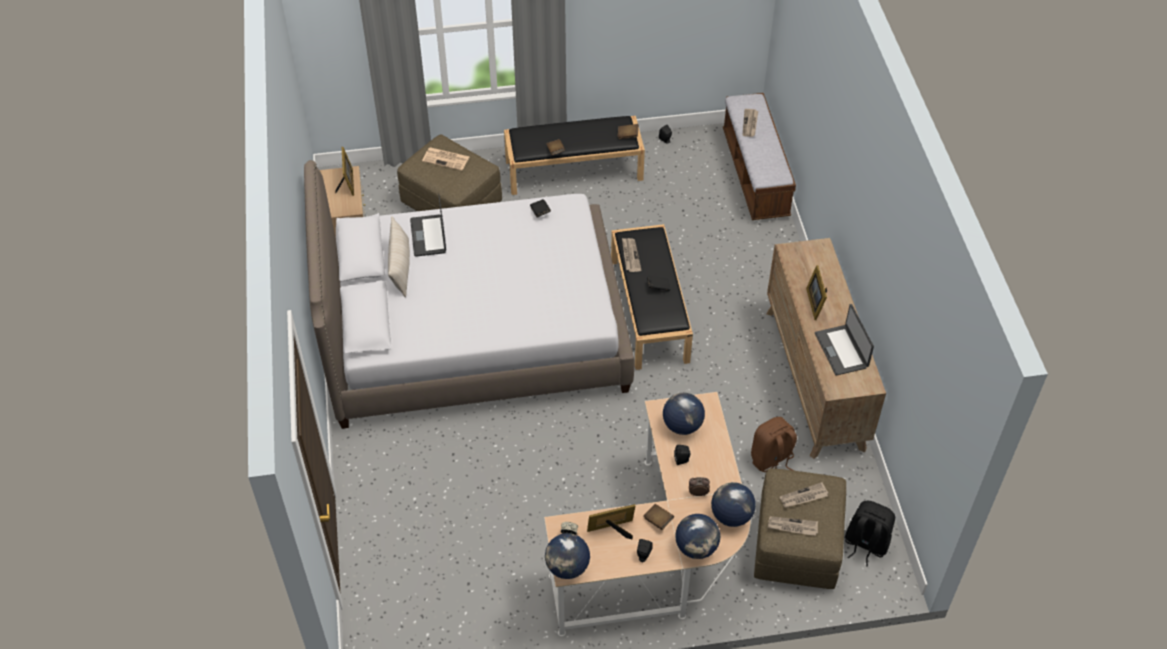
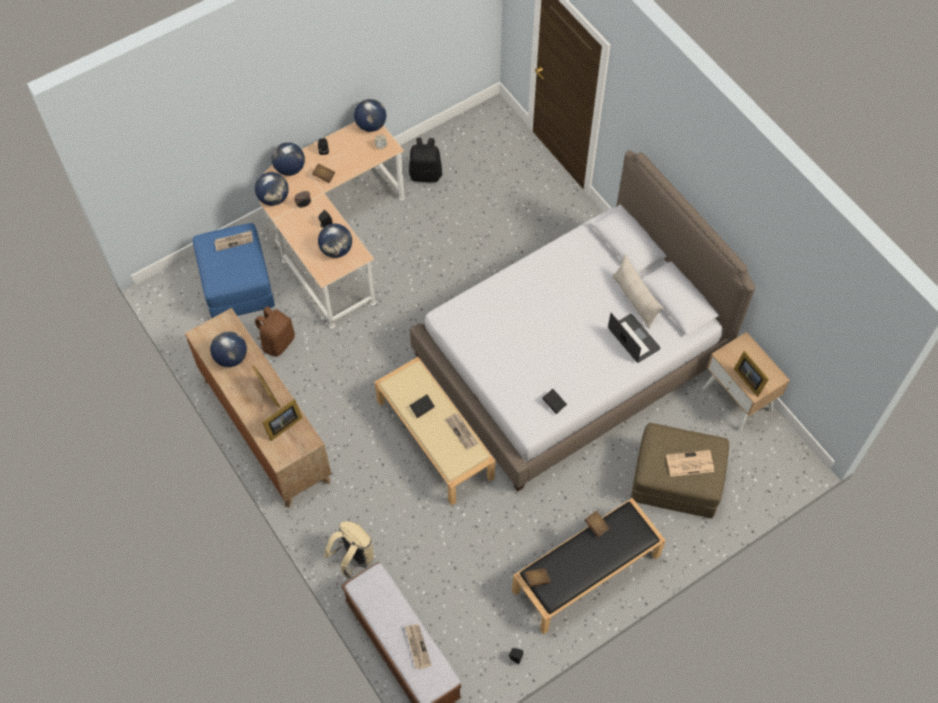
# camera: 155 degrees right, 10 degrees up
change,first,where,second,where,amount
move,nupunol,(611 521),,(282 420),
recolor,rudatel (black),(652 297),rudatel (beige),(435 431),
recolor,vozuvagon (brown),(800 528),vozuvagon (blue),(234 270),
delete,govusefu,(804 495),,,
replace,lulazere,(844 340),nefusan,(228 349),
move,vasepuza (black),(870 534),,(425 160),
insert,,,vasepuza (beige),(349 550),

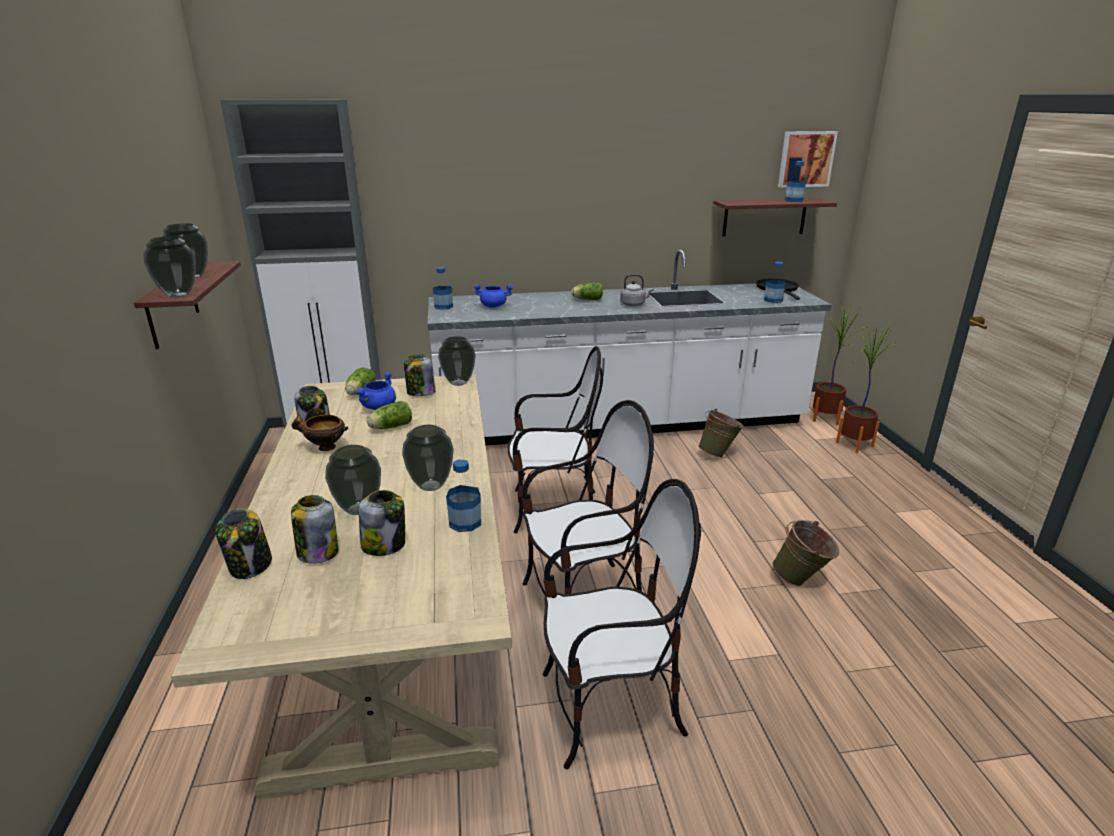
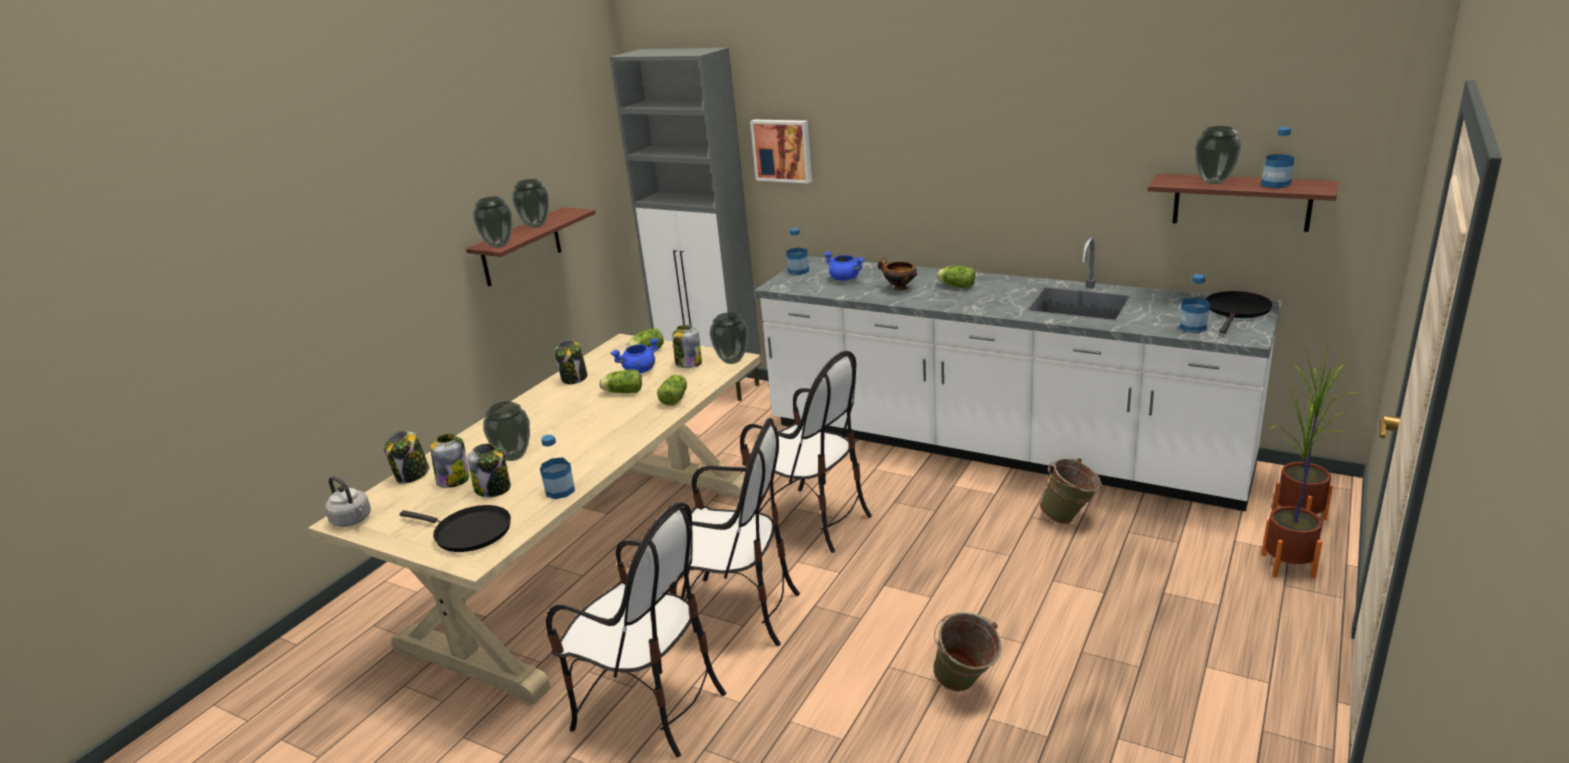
# camera: 40 degrees right, 0 degrees up
change,first,where,second,where,amount
move,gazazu,(320 432),,(897 274),
move,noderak,(428 458),,(1218 155),
move,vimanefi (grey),(637 290),,(348 501),
move,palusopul,(808 159),,(781 151),
insert,,,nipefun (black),(455 528),
insert,,,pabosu,(672 390),

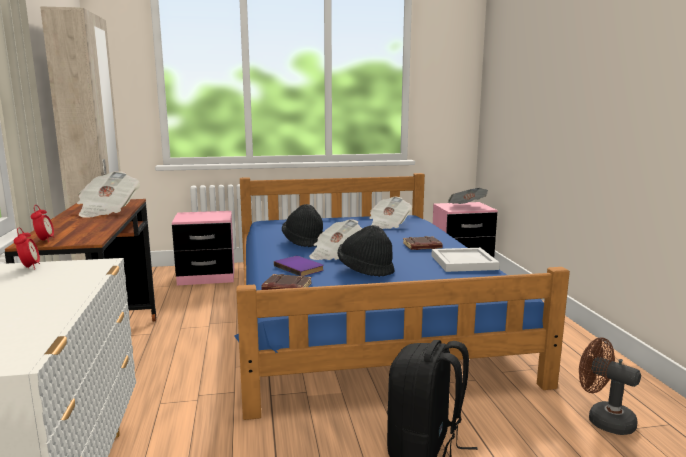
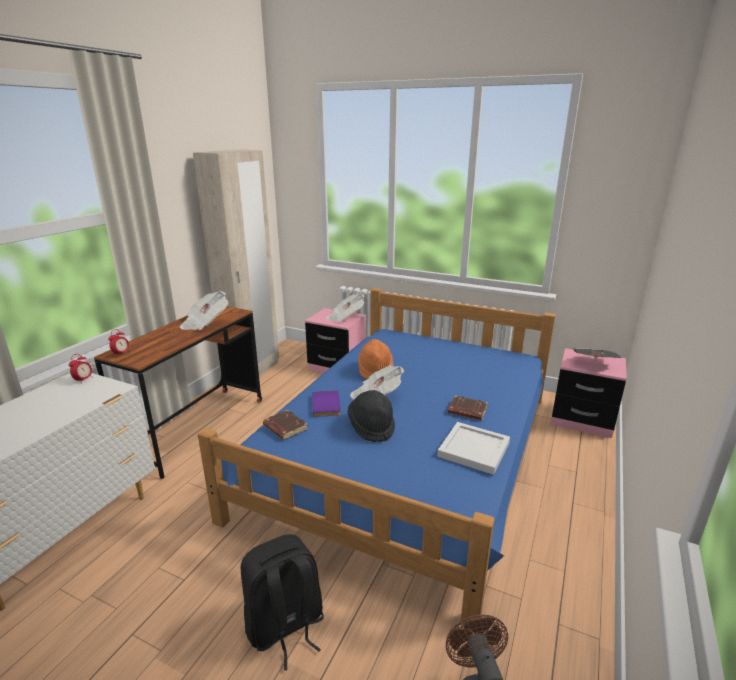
# camera: 35 degrees right, 10 degrees up
change,first,where,second,where,amount
recolor,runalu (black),(302 225),runalu (orange),(375 359),
move,govusefu,(390 213),,(345 308),

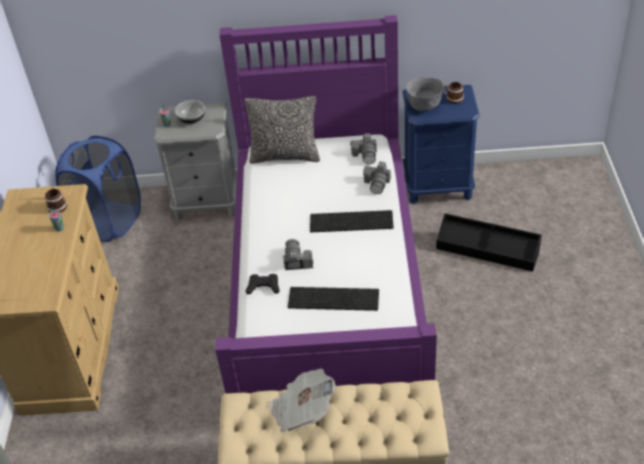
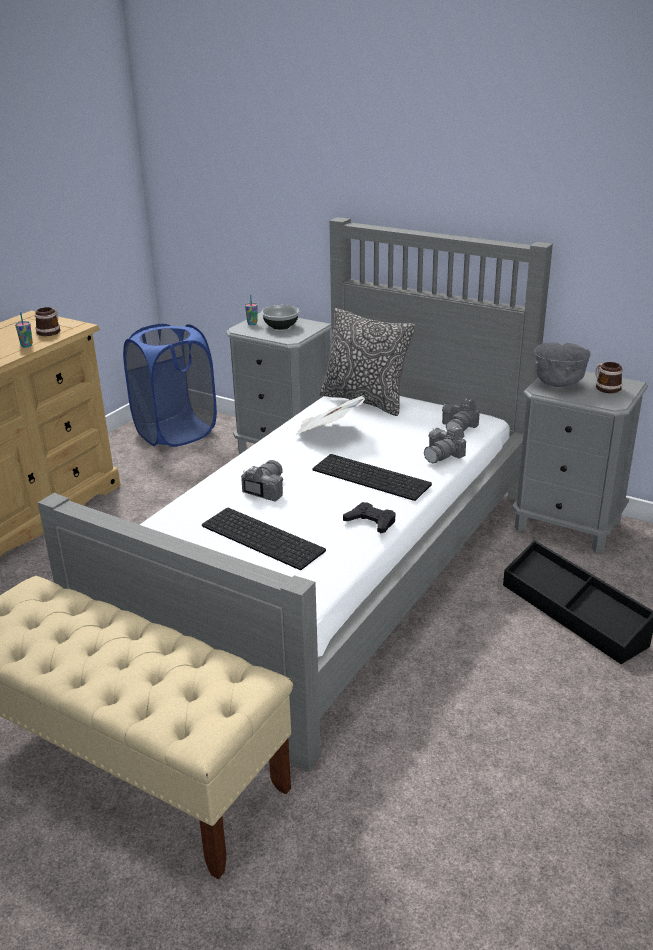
# camera: 30 degrees right, 15 degrees down
change,first,where,second,where,amount
recolor,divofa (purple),(326 204),divofa (grey),(295 494),
move,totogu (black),(263 284),,(369 517),
move,govusefu,(302 401),,(330 415),
recolor,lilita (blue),(441 144),lilita (grey),(580 462),

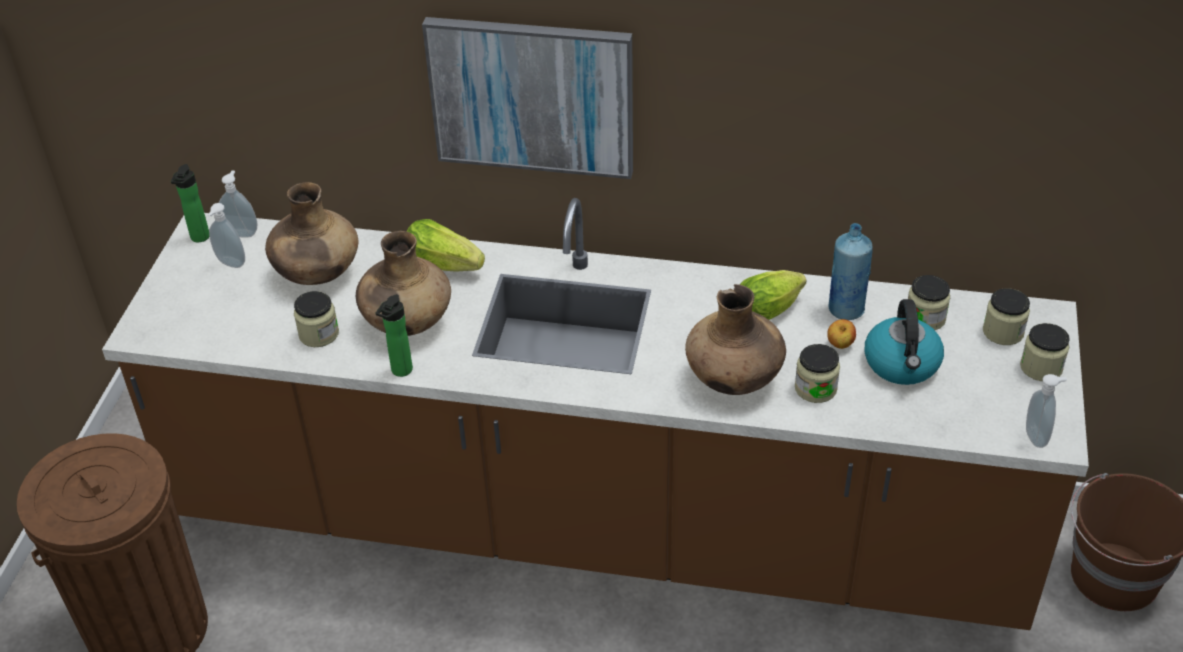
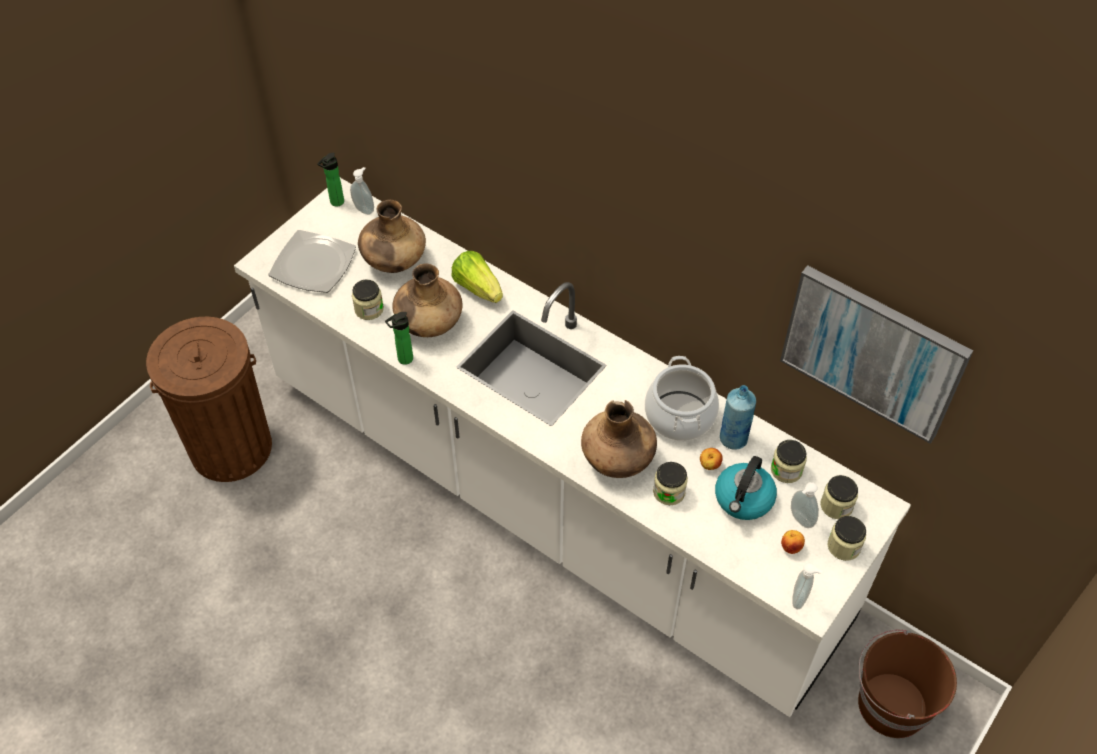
# camera: 25 degrees right, 10 degrees up
change,first,where,second,where,amount
recolor,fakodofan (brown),(595 414),fakodofan (white),(572 447),
move,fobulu,(226 235),,(805 505),
move,palusopul,(527 98),,(876 354),
replace,pabosu,(773 295),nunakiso,(682 398),
insert,,,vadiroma,(312 261),
insert,,,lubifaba,(793 542),

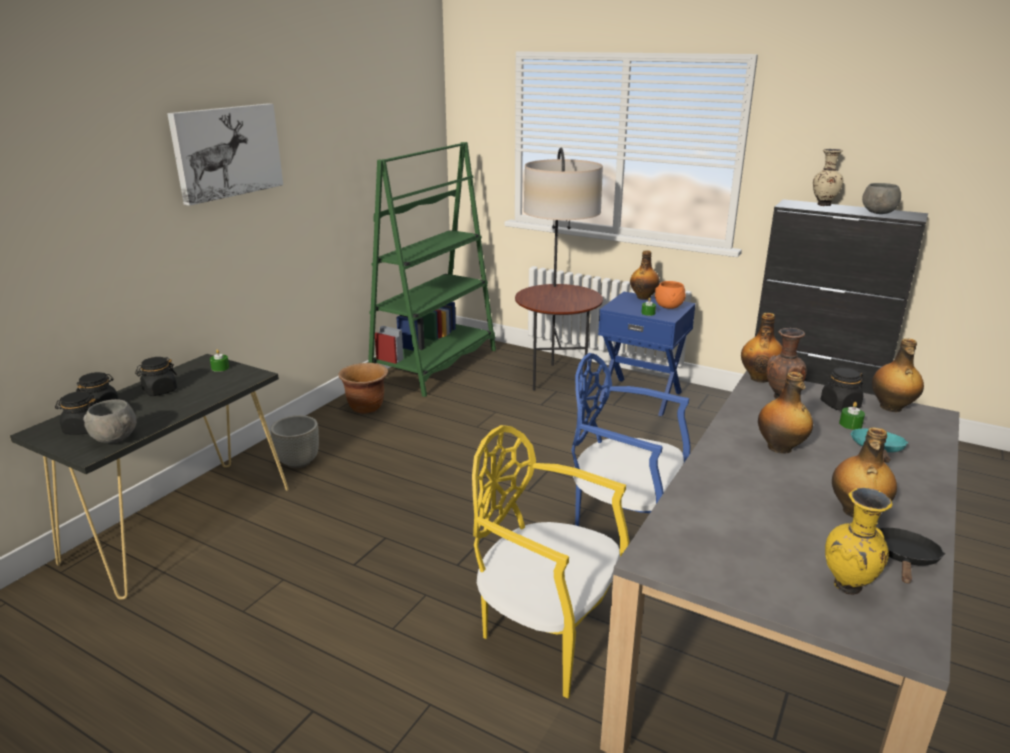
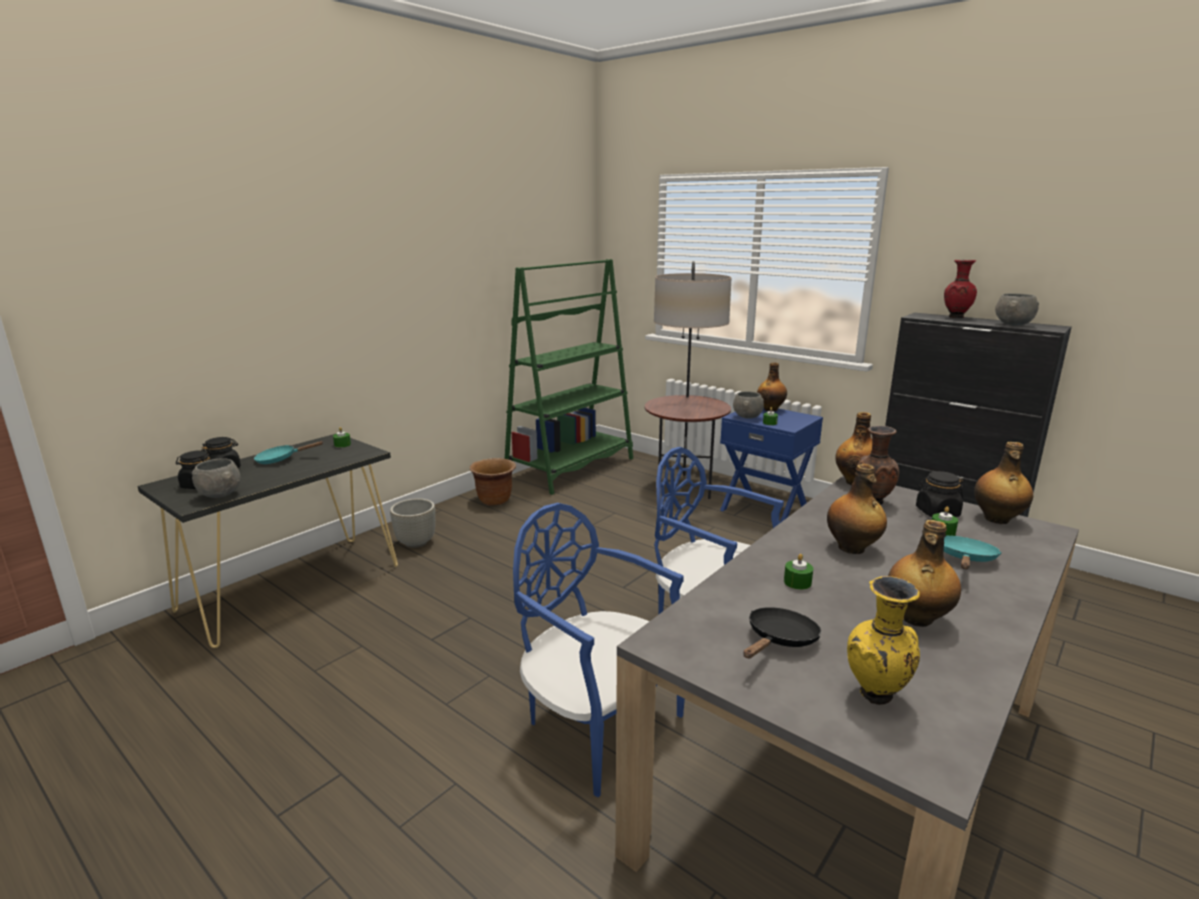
# camera: 10 degrees right, 5 degrees down
change,first,where,second,where,amount
replace,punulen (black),(156 376),nipefun (turquoise),(288 452),
delete,palusopul,(225 154),,,
recolor,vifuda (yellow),(550 561),vifuda (blue),(599 650),
delete,gazazu (orange),(670 295),,,
recolor,noderak (beige),(828 177),noderak (red),(960 288),
move,nipefun (black),(912 556),,(782 633),
insert,,,gazazu (grey),(748 405),
insert,,,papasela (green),(798 572),

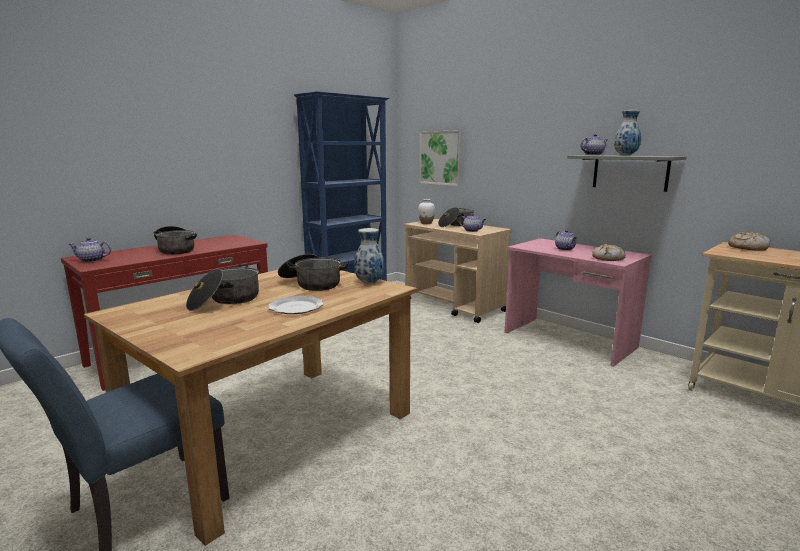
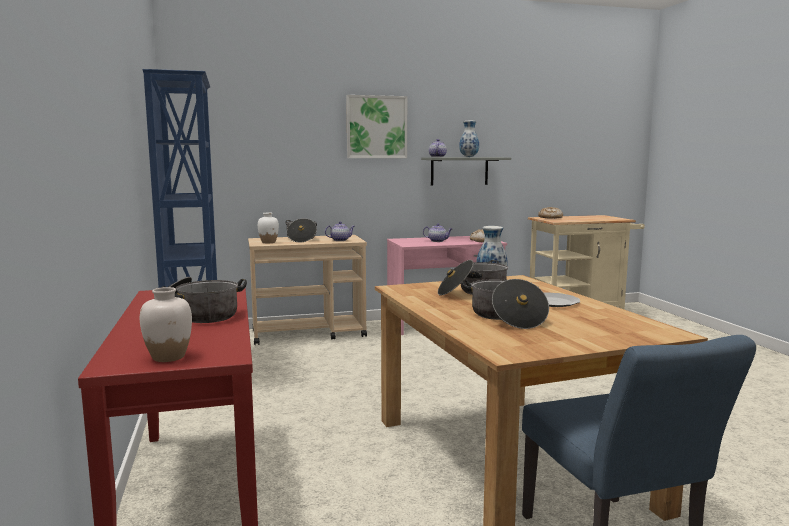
# camera: 60 degrees left, 5 degrees down
change,first,where,second,where,amount
replace,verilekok,(89 249),noderak (white),(166 324),
move,palusopul,(440 158),,(376 126),

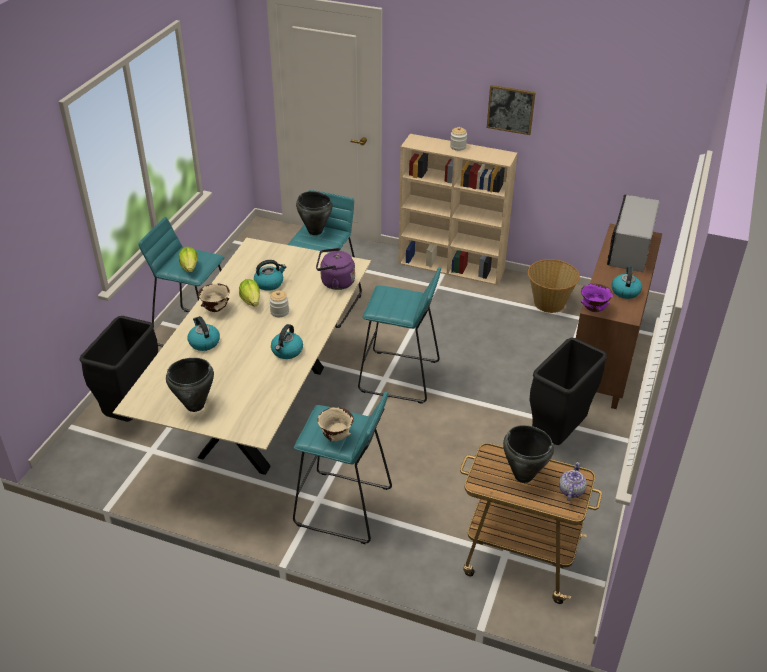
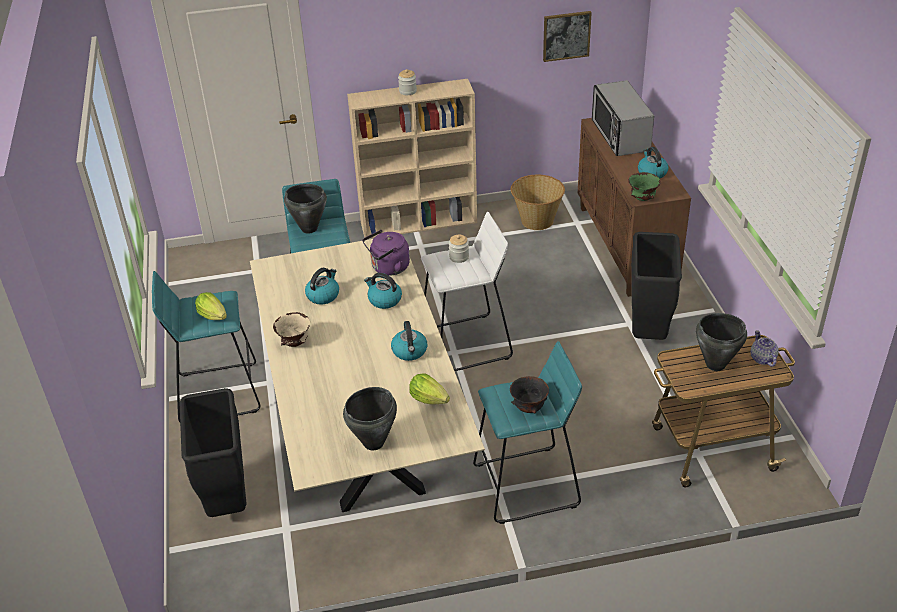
# camera: 30 degrees left, 0 degrees up
change,first,where,second,where,amount
move,vimanefi,(203 333),,(383 291),
move,pabosu,(249 293),,(429 389),
move,punulen,(279 304),,(459 249),
recolor,gazazu (beige),(336 424),gazazu (black),(529 394),
recolor,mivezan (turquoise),(399 335),mivezan (white),(467 291),
move,palusopul,(511 110),,(567 36),
recolor,gazazu (purple),(596 298),gazazu (green),(644 186),

